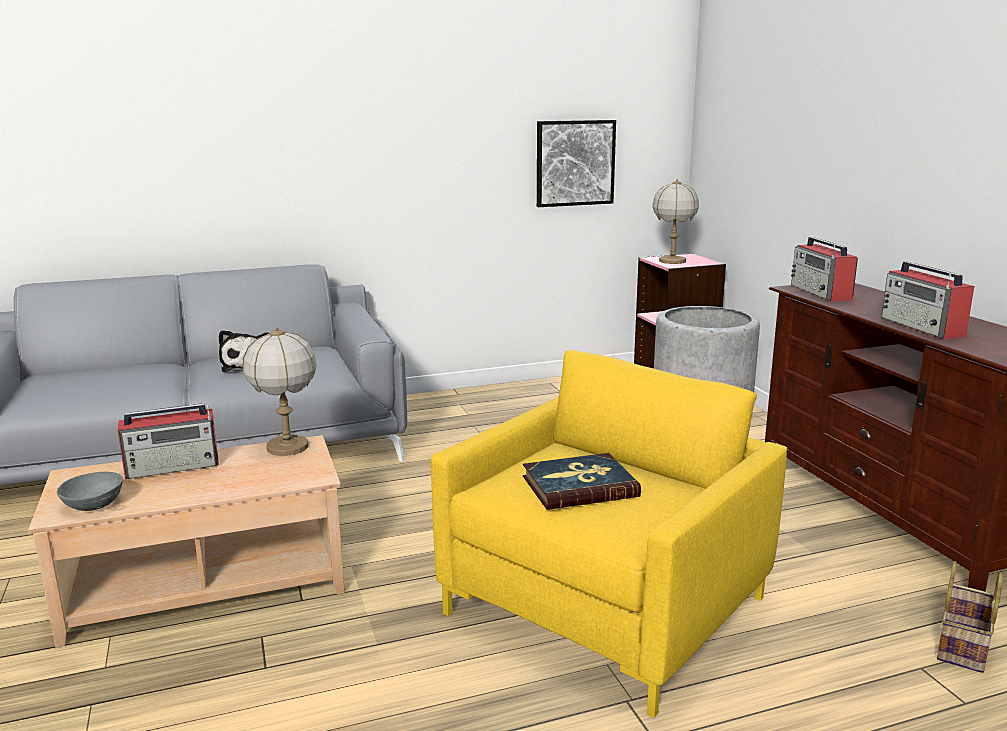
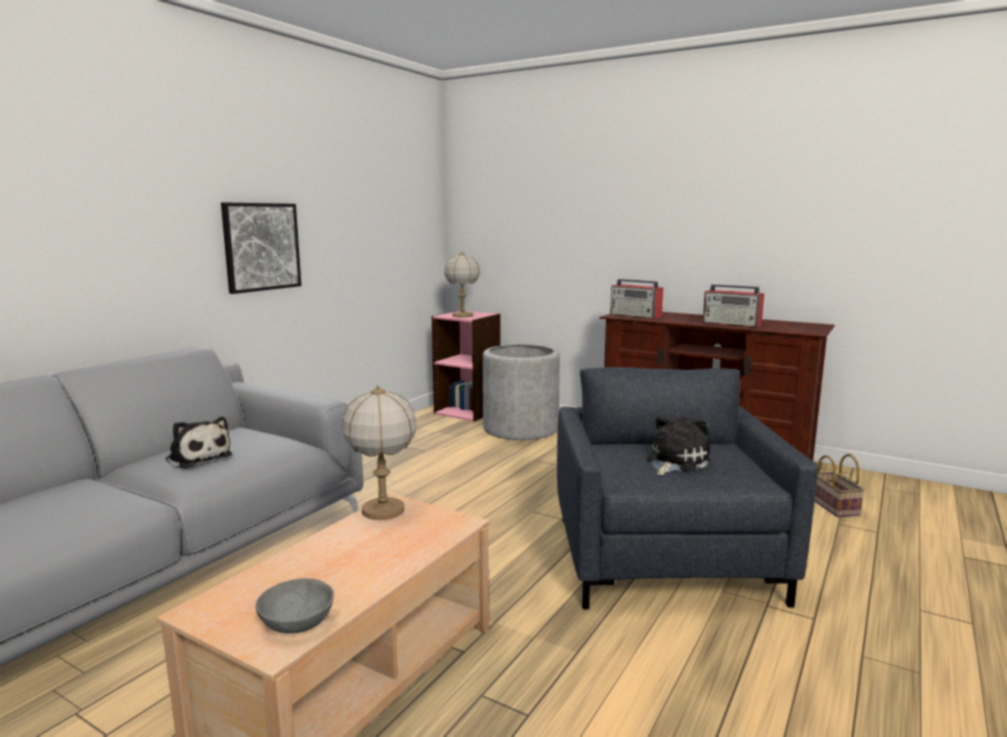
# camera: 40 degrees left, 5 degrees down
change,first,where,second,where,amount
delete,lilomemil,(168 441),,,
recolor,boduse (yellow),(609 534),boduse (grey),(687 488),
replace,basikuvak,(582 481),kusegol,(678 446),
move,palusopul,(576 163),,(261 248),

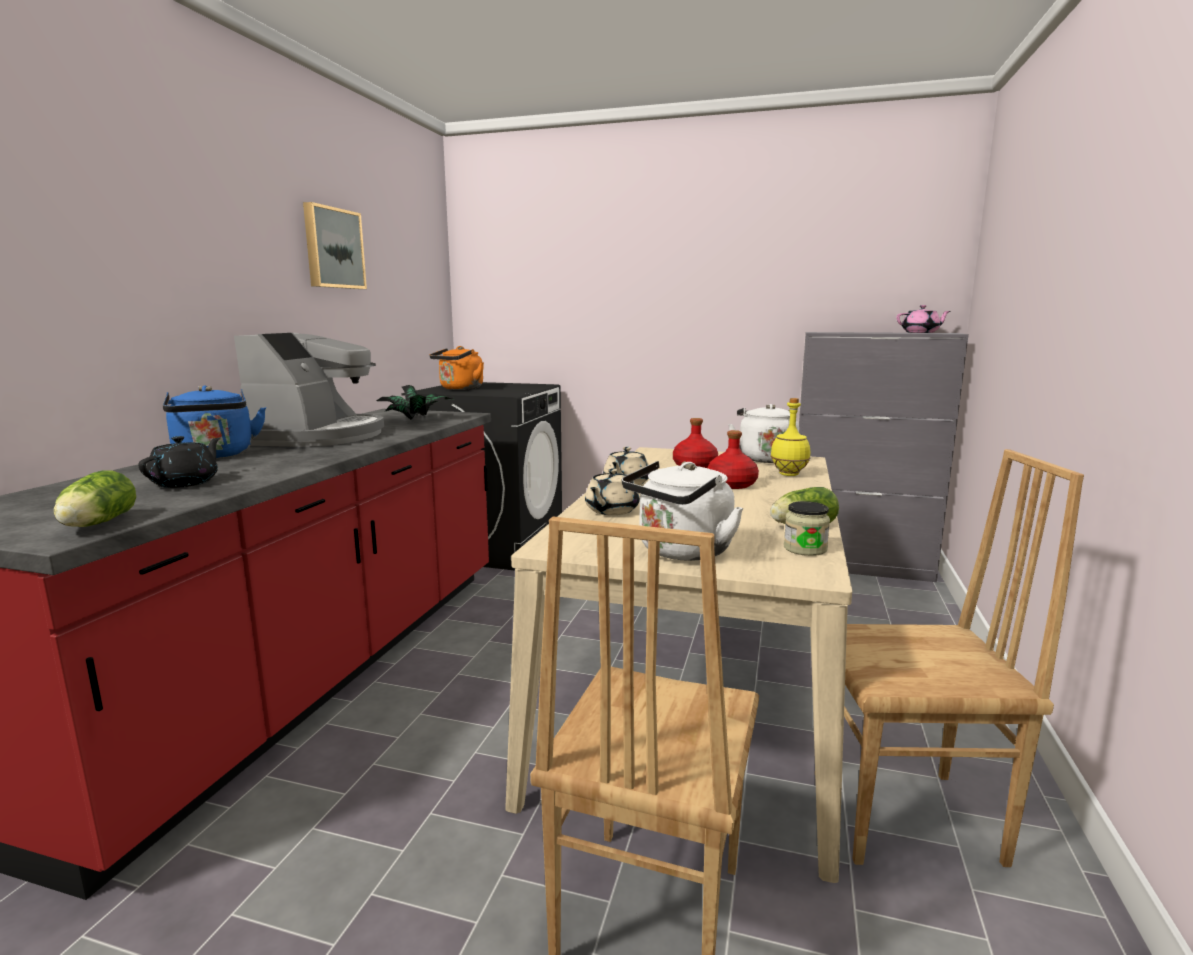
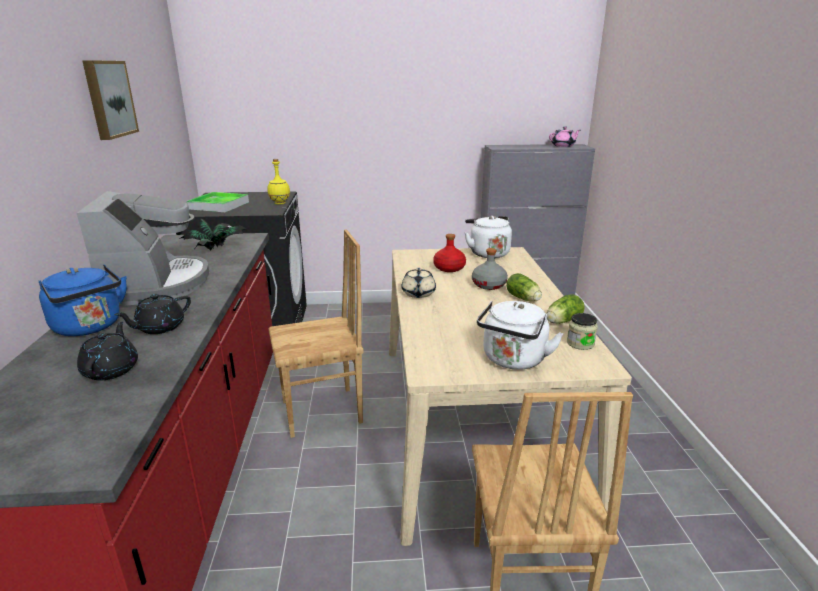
# camera: 20 degrees left, 10 degrees up
change,first,where,second,where,amount
move,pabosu,(95 499),,(524 287),
replace,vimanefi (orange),(457 368),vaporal,(218 202),
delete,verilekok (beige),(612 491),,,
recolor,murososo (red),(733 459),murososo (grey),(490 269),
move,murososo (yellow),(790 437),,(278 182),
move,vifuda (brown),(964 658),,(316 333),
insert,,,verilekok (black),(152 314),

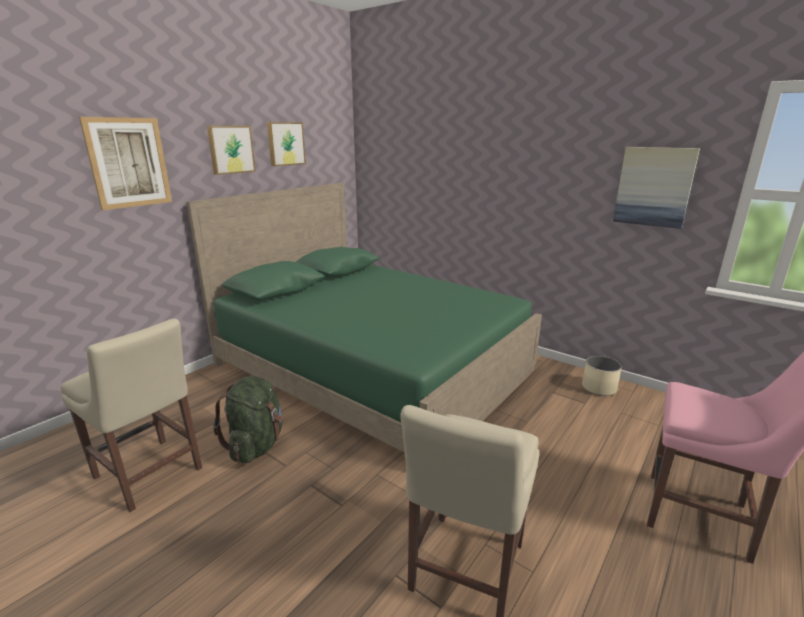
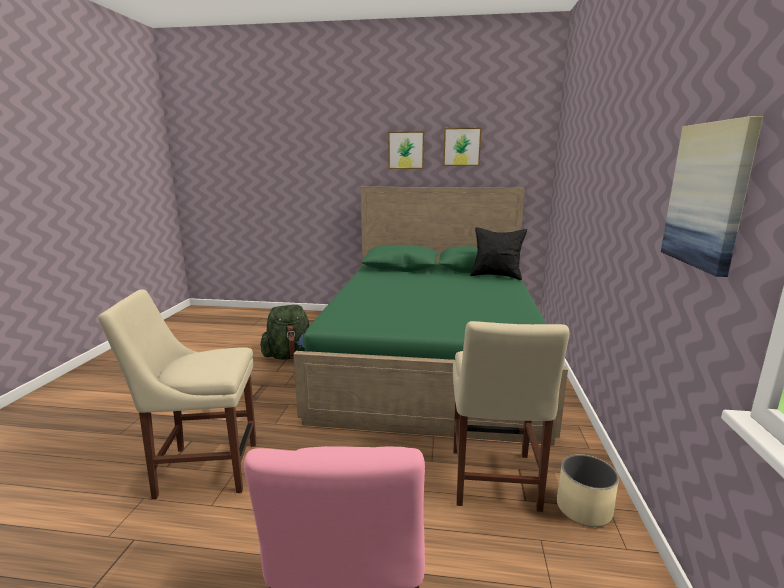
# camera: 60 degrees right, 5 degrees down
change,first,where,second,where,amount
move,vifuda (beige),(131 415),,(511 416),
delete,palusopul,(125 163),,,
insert,,,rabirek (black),(498 253),

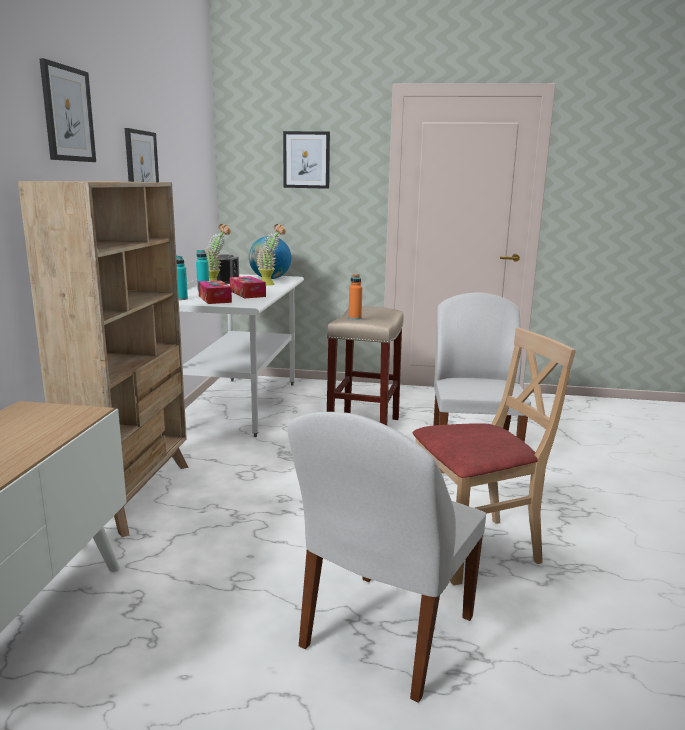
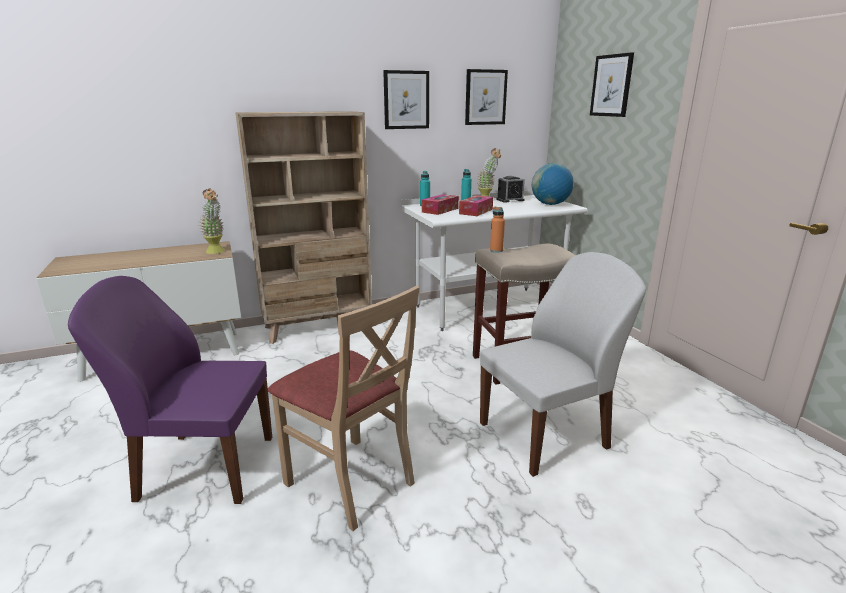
# camera: 60 degrees right, 5 degrees up
change,first,where,second,where,amount
move,palusopul,(67 110),,(486 97),
move,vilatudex,(271 255),,(212 221),
recolor,vifuda (white),(386 557),vifuda (purple),(170 390),

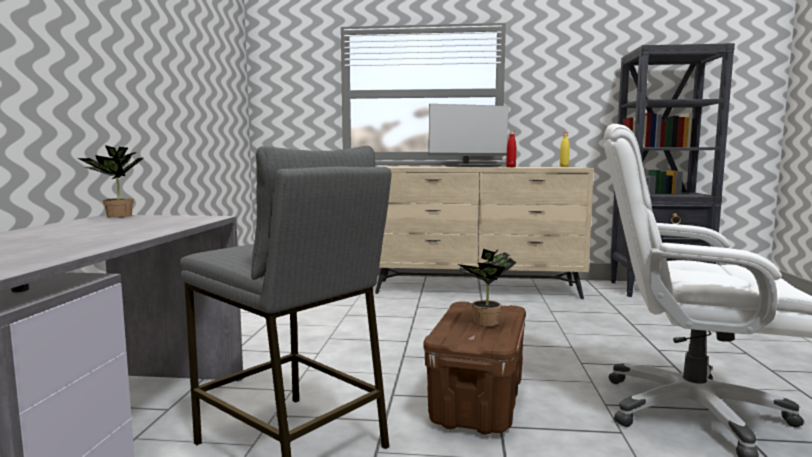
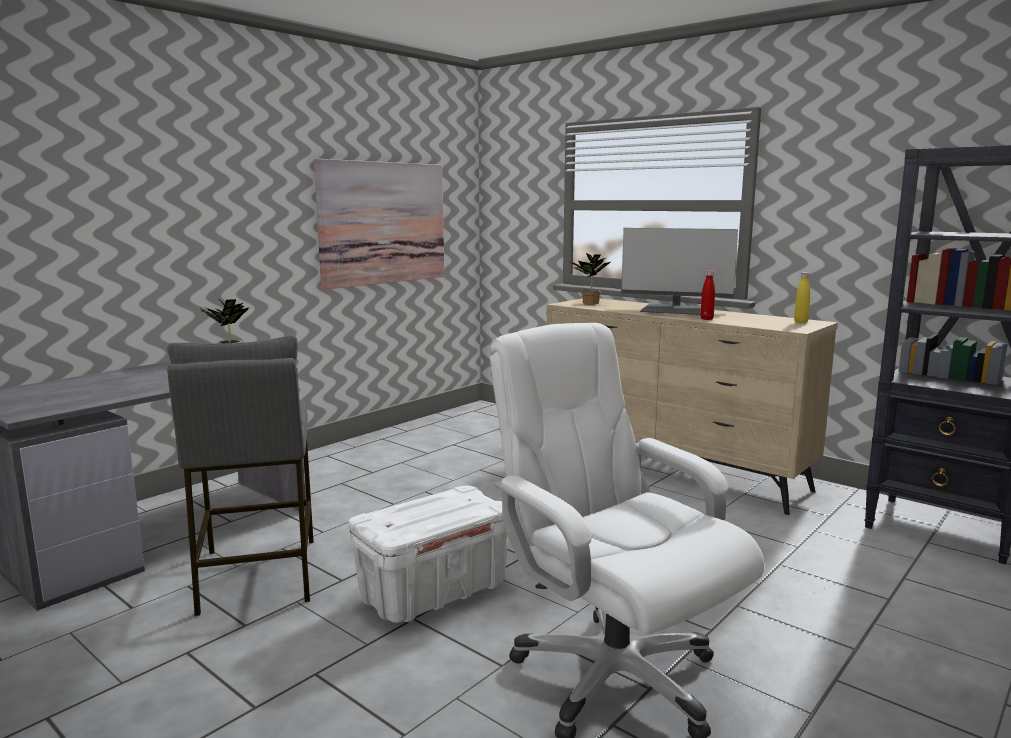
# camera: 35 degrees right, 5 degrees up
change,first,where,second,where,amount
recolor,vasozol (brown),(474 368),vasozol (white),(428 554),
move,vilatudex,(487 287),,(590 278),
insert,,,palusopul,(379 224),

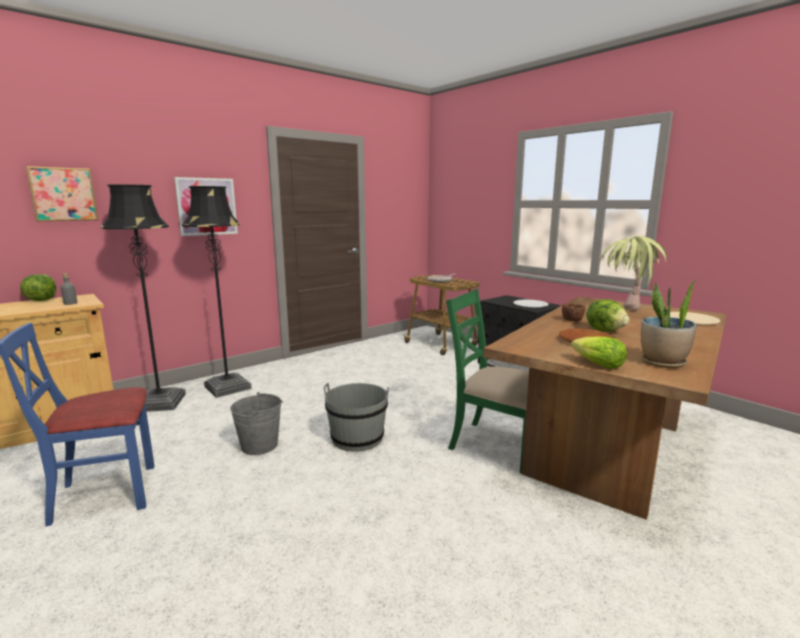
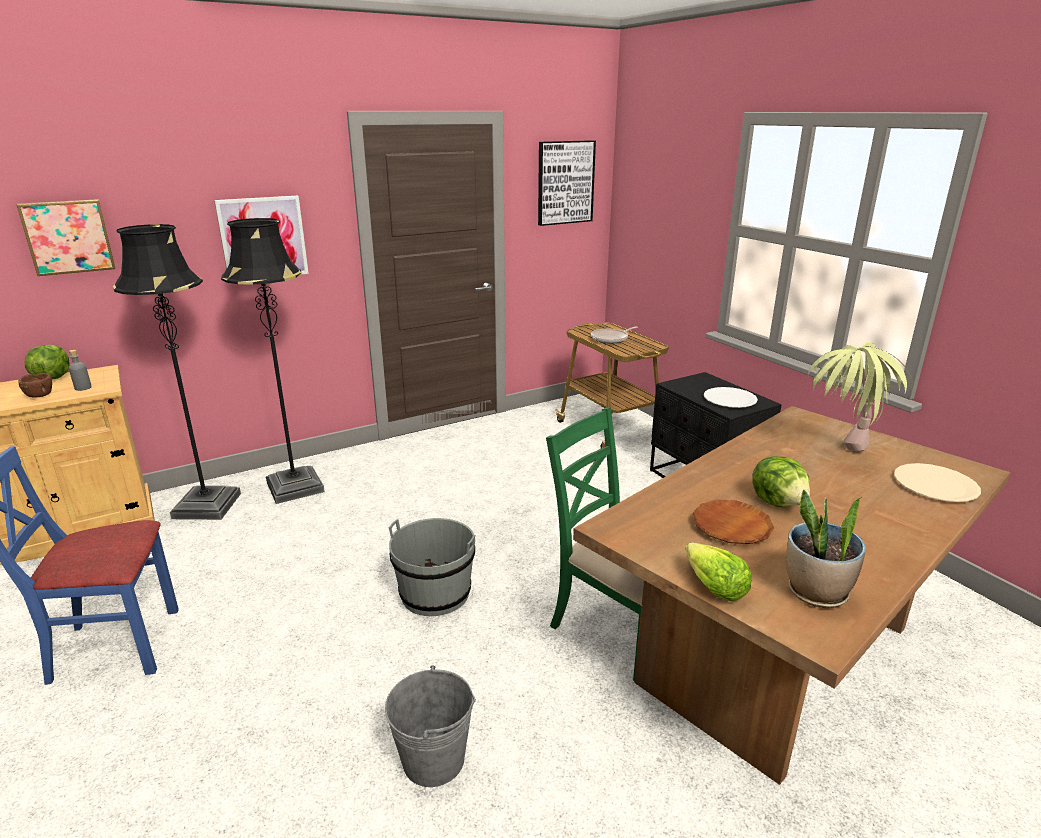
# camera: 10 degrees right, 10 degrees up
change,first,where,second,where,amount
move,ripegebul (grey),(256 423),,(430 726),
move,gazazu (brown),(574 312),,(35 385),
insert,,,palusopul,(567 183),

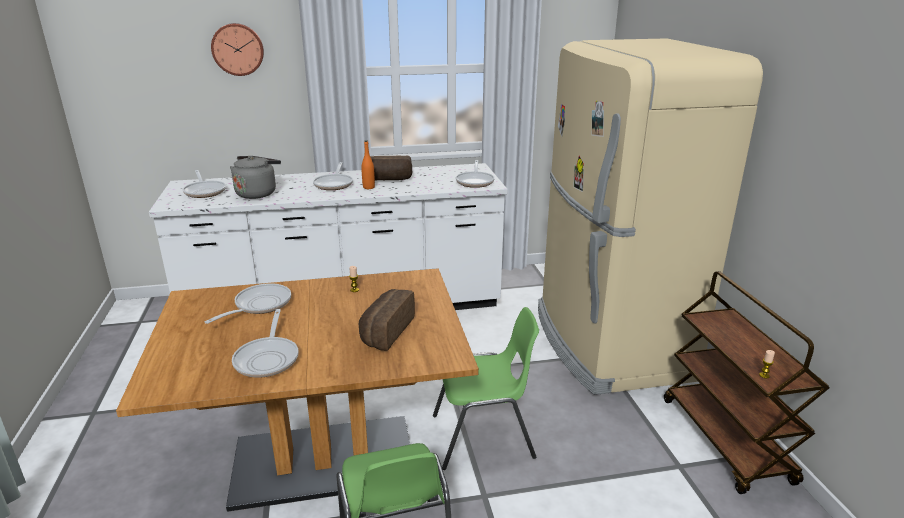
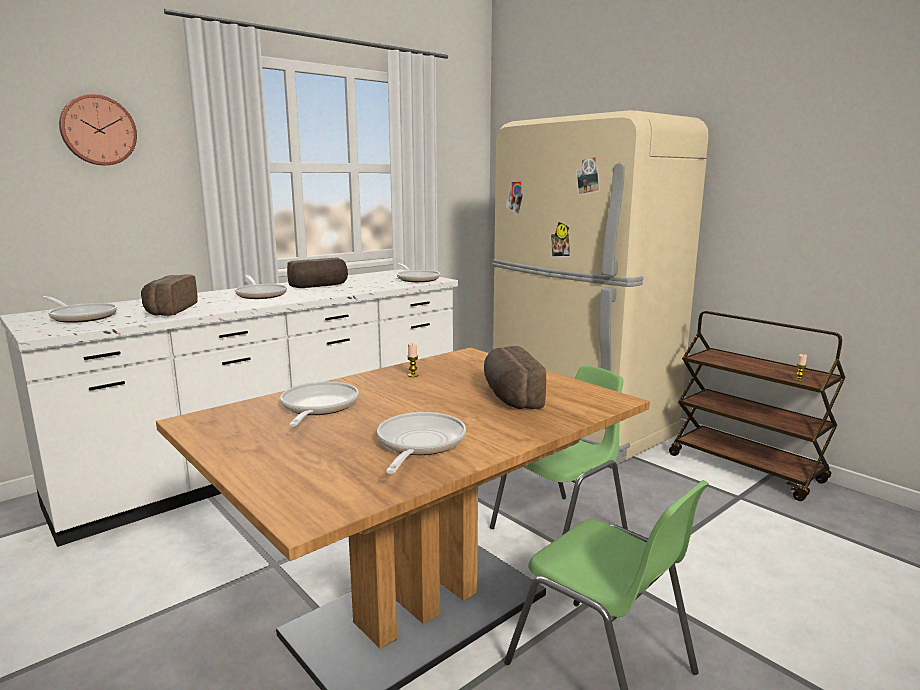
# camera: 30 degrees left, 10 degrees down
change,first,where,second,where,amount
replace,vimanefi (grey),(255 177),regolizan,(169 295),
rotate,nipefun,(265 343),,(421 443),135 degrees counterclockwise
delete,murososo (orange),(368 164),,,

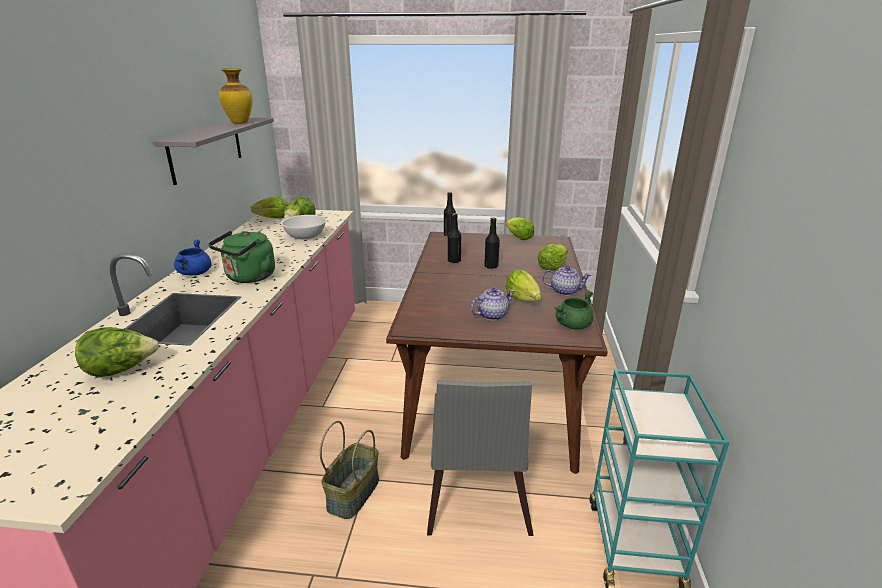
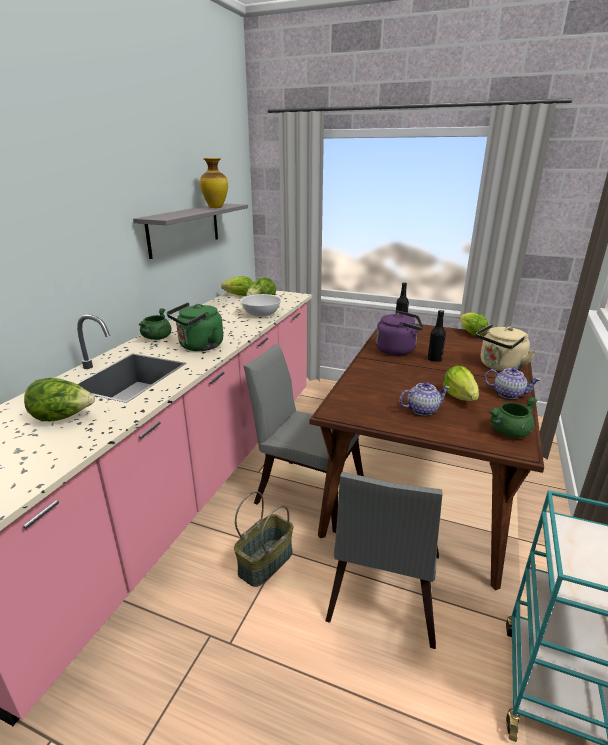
# camera: 15 degrees right, 0 degrees up
change,first,where,second,where,amount
recolor,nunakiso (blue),(192 257),nunakiso (green),(155 324),
replace,murososo (black),(454 238),vimanefi (purple),(399 333),
replace,pabosu,(552 257),vimanefi (beige),(506 348),
insert,,,vifuda (grey),(304 438),

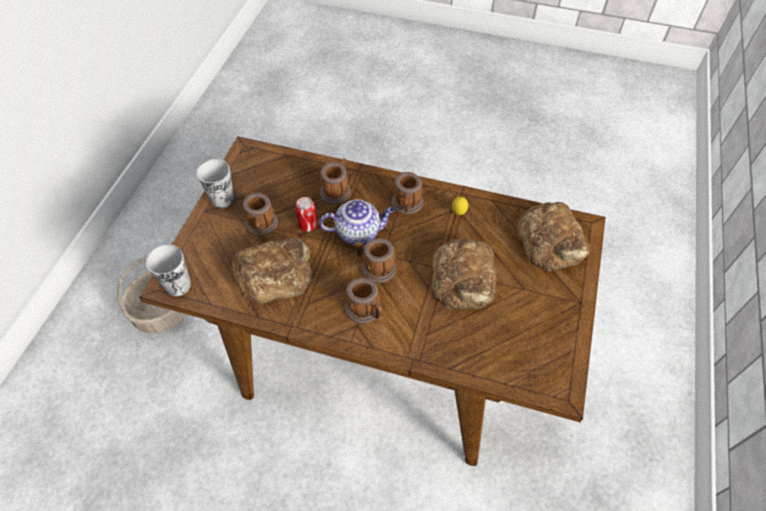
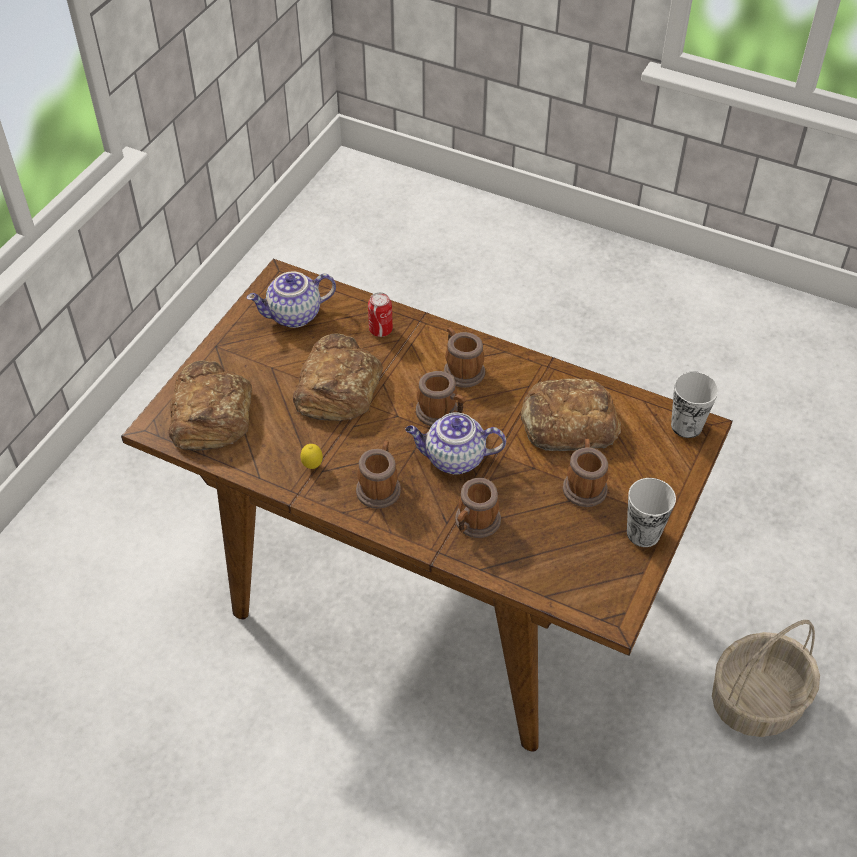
# camera: 170 degrees left, 5 degrees down
change,first,where,second,where,amount
move,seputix,(306 214),,(380 314),
insert,,,verilekok,(291 299),

